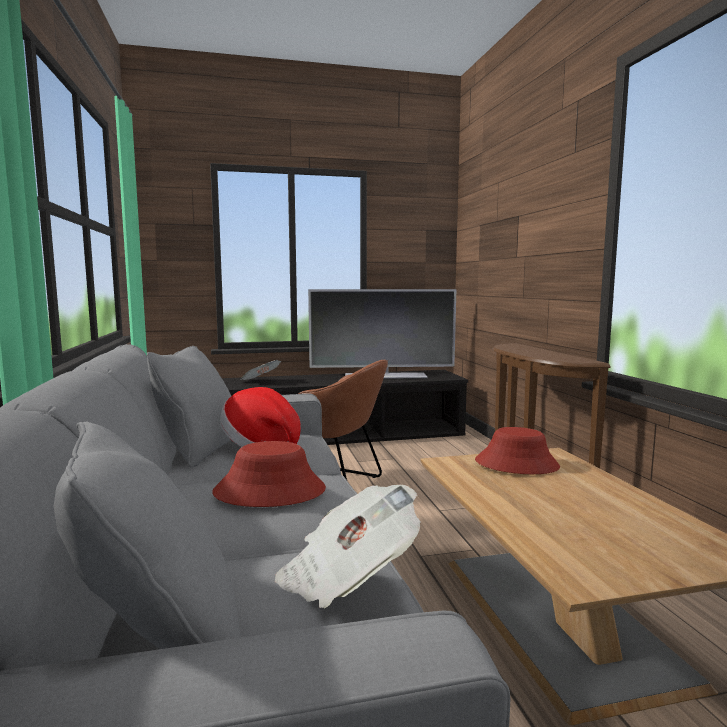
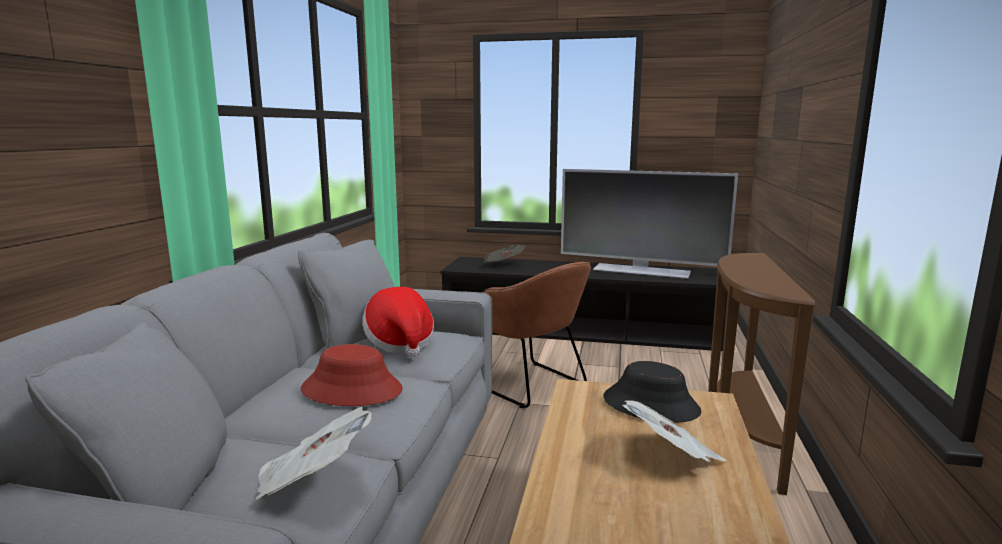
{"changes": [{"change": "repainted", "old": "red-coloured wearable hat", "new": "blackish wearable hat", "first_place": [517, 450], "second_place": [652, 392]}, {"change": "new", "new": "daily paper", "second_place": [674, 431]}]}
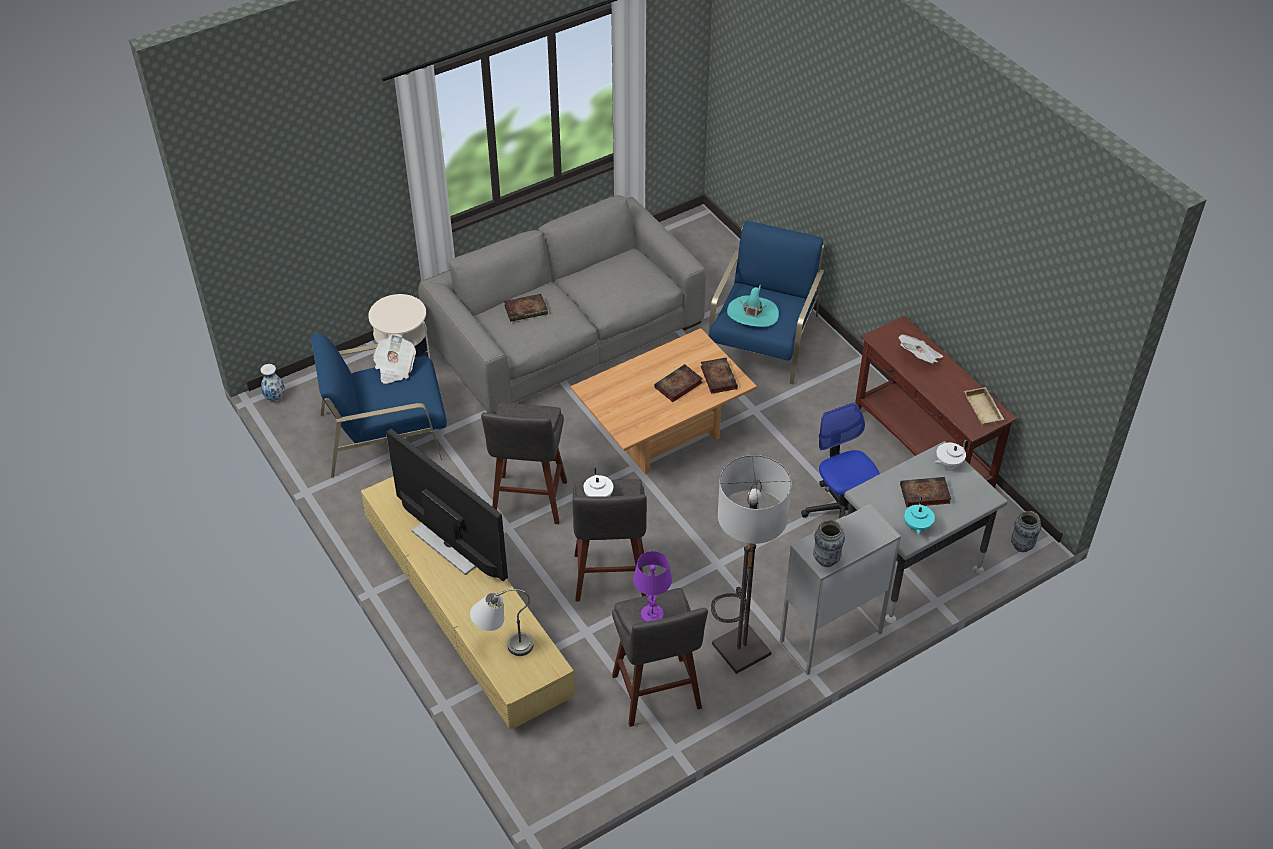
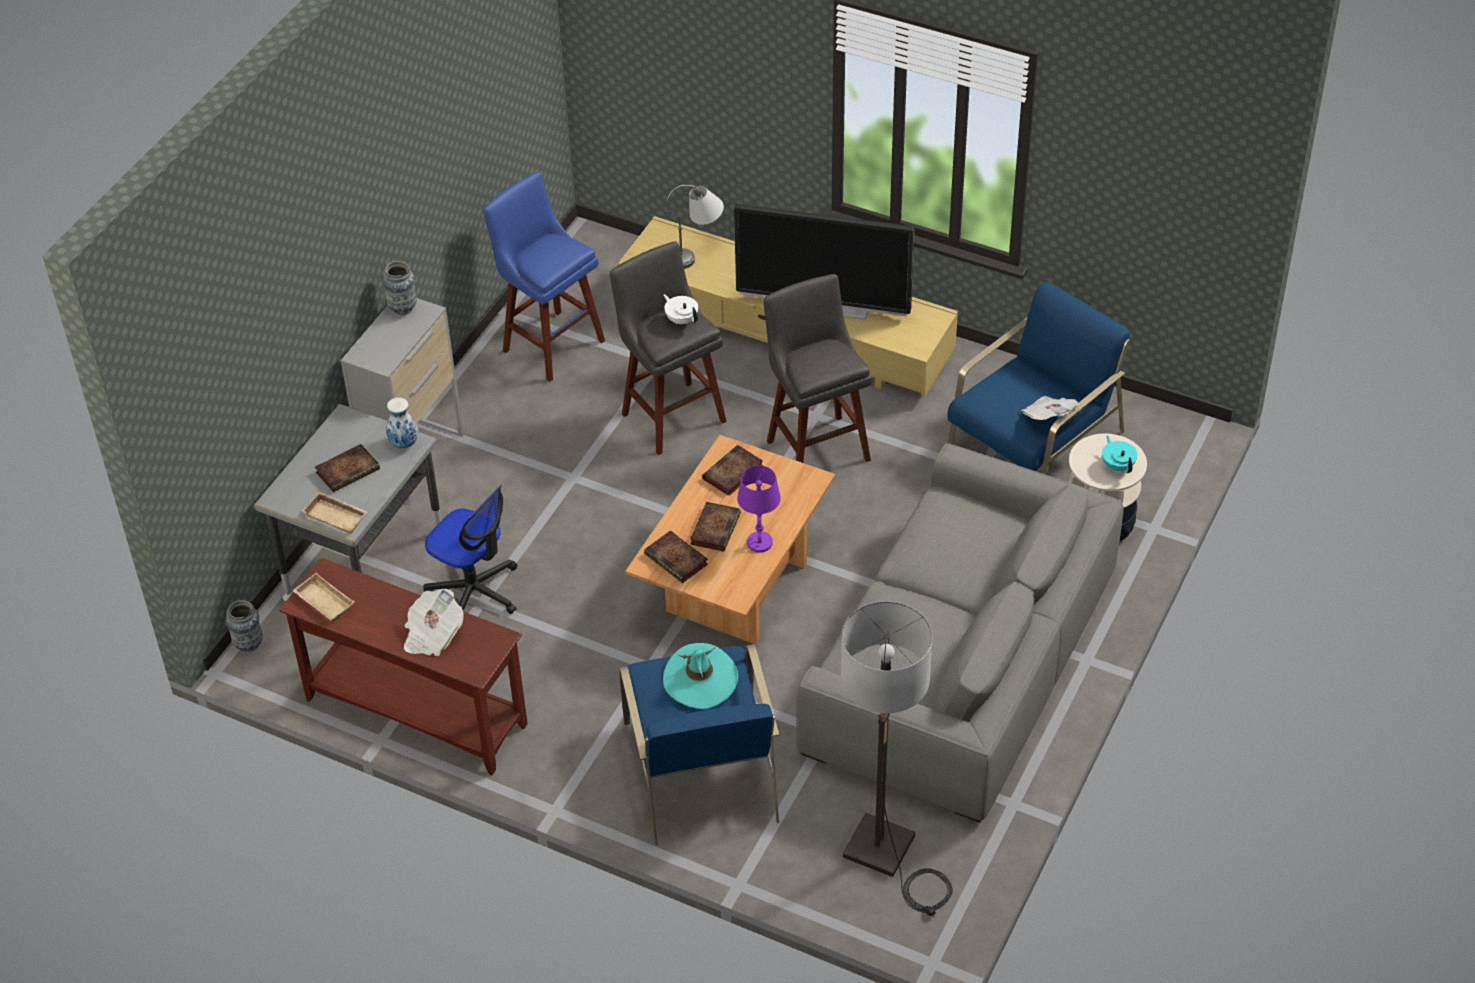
{"changes": [{"change": "shifted", "old": "flower vase", "first_place": [272, 382], "second_place": [402, 423]}, {"change": "shifted", "old": "book", "first_place": [526, 308], "second_place": [732, 470]}, {"change": "repainted", "old": "greyish sitting stool", "new": "blue sitting stool", "first_place": [660, 657], "second_place": [544, 277]}, {"change": "shifted", "old": "purple lamp for a table", "first_place": [652, 586], "second_place": [759, 508]}, {"change": "shifted", "old": "standing lamp", "first_place": [751, 564], "second_place": [897, 759]}, {"change": "shifted", "old": "turquoise-coloured teapot", "first_place": [919, 516], "second_place": [1119, 454]}, {"change": "swapped", "old": "whitish teapot", "new": "sand-coloured carrying tray", "first_place": [950, 454], "second_place": [335, 513]}]}
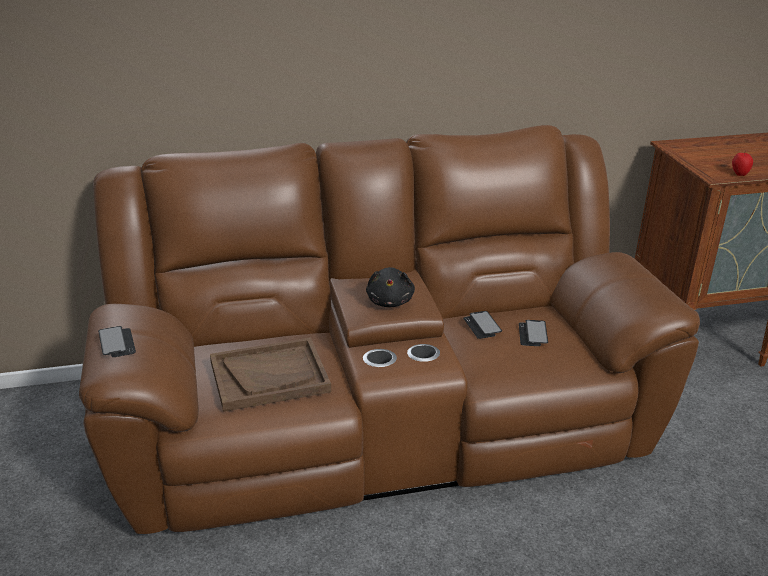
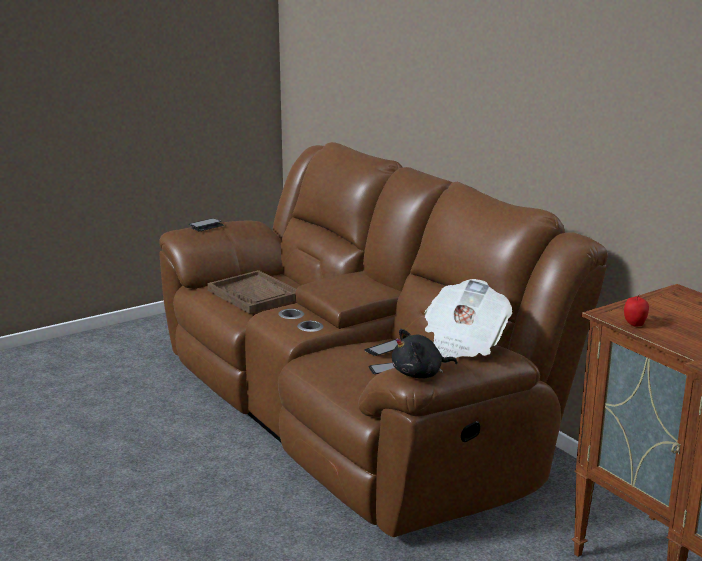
{"changes": [{"change": "shifted", "old": "blackish soft toy", "first_place": [390, 287], "second_place": [425, 354]}, {"change": "new", "new": "daily paper", "second_place": [468, 318]}]}
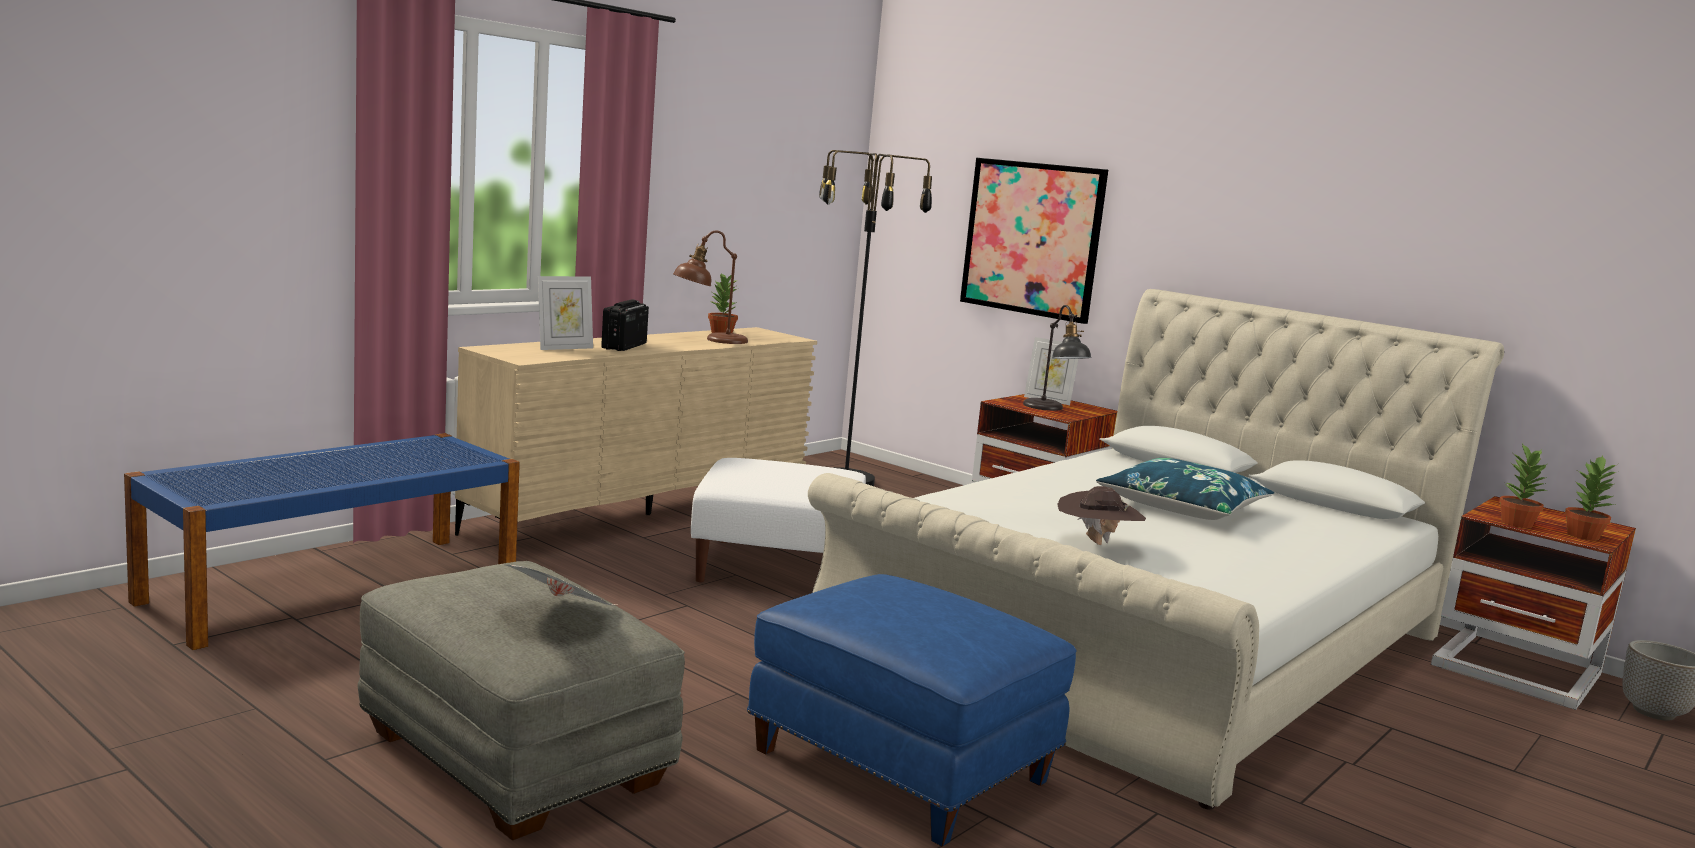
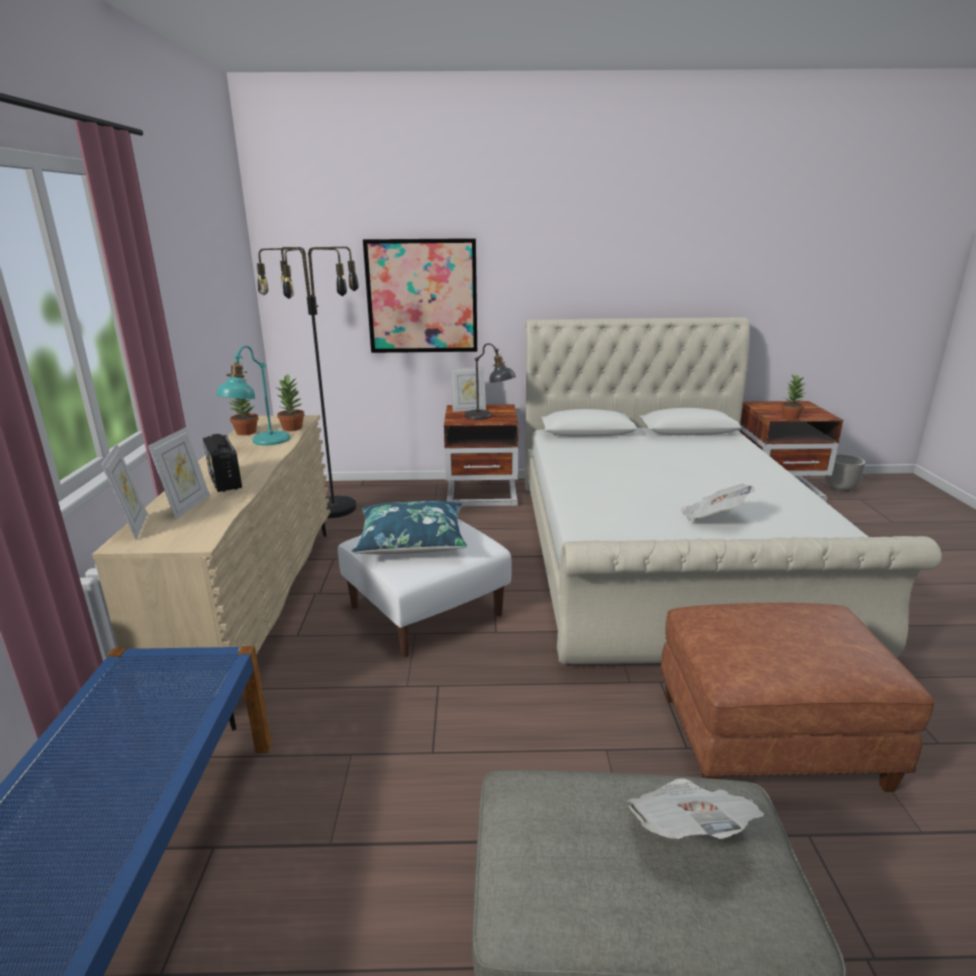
{"changes": [{"change": "repainted", "old": "brown-coloured lamp for a table", "new": "turquoise-coloured lamp for a table", "first_place": [710, 287], "second_place": [253, 395]}, {"change": "repainted", "old": "blue footrest", "new": "brown-coloured footrest", "first_place": [911, 710], "second_place": [797, 697]}, {"change": "swapped", "old": "brown-coloured wearable hat", "new": "daily paper", "first_place": [1101, 515], "second_place": [717, 502]}, {"change": "shifted", "old": "blue pillow", "first_place": [1185, 489], "second_place": [409, 527]}, {"change": "shifted", "old": "plant in a pot", "first_place": [1591, 498], "second_place": [290, 402]}, {"change": "new", "new": "photo frame", "second_place": [124, 491]}]}
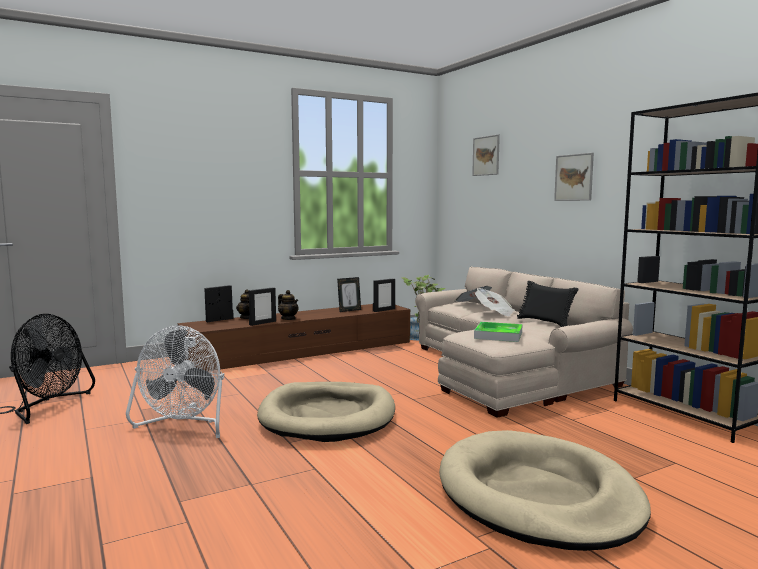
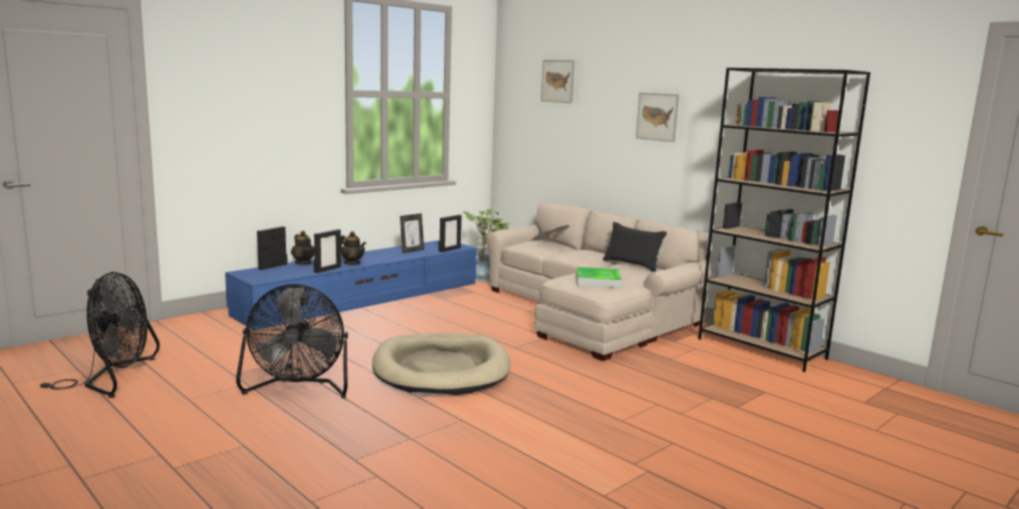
{"changes": [{"change": "repainted", "old": "whitish electric fan", "new": "blackish electric fan", "first_place": [175, 381], "second_place": [292, 341]}, {"change": "repainted", "old": "brown-coloured tv stand", "new": "blue tv stand", "first_place": [294, 337], "second_place": [351, 285]}, {"change": "gone", "old": "sand-coloured dog bed", "first_place": [545, 490]}, {"change": "gone", "old": "daily paper", "first_place": [495, 302]}]}
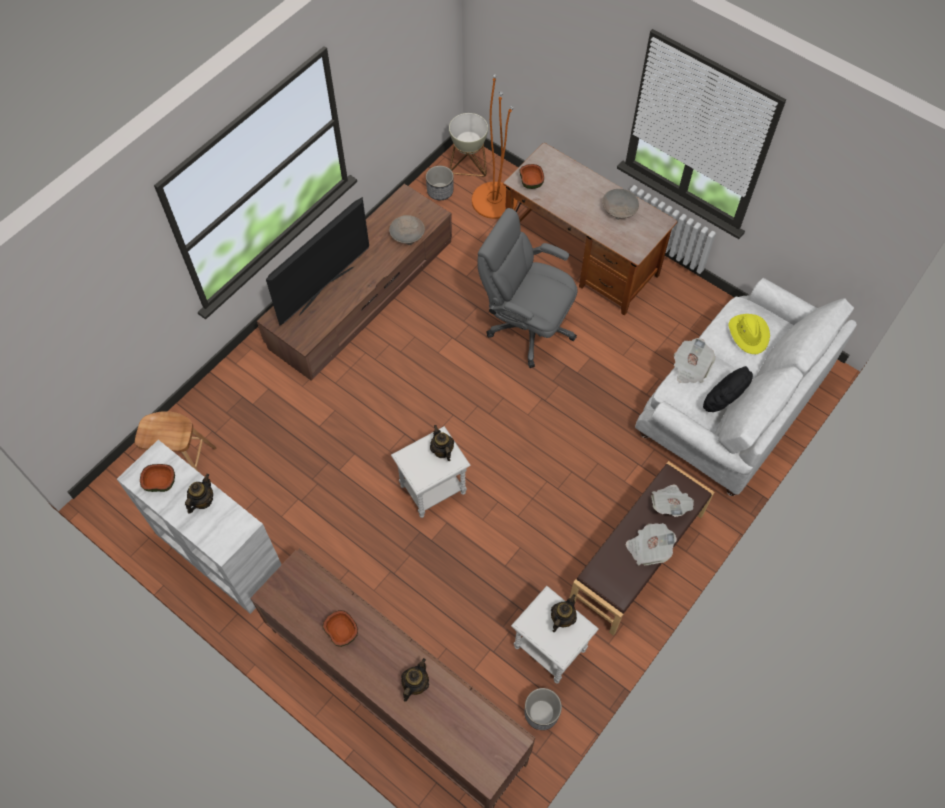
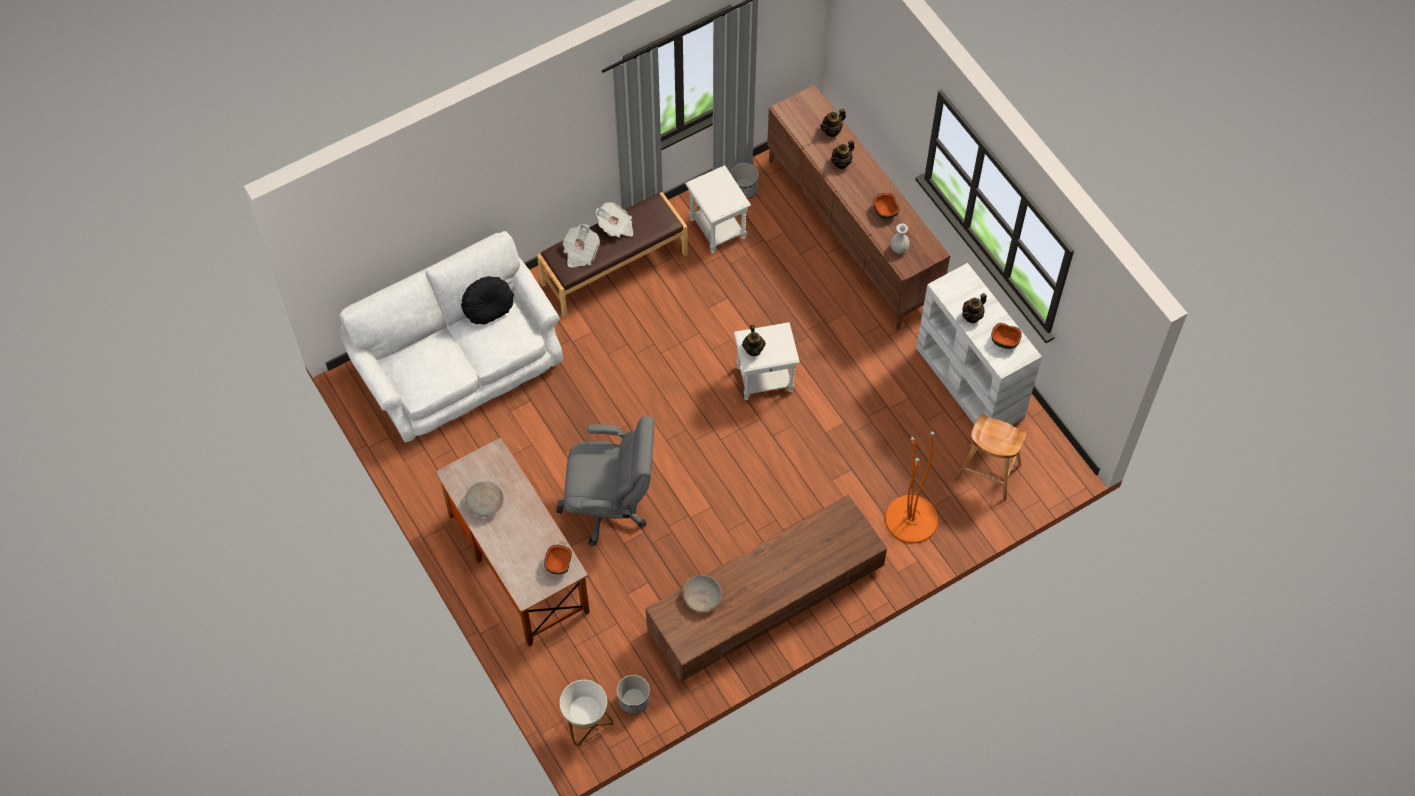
{"changes": [{"change": "gone", "old": "TV set", "first_place": [317, 261]}, {"change": "shifted", "old": "orange standing lamp", "first_place": [495, 146], "second_place": [911, 487]}, {"change": "rotated", "old": "greyish office chair", "first_place": [528, 288], "second_place": [605, 481], "degrees": -45}, {"change": "shifted", "old": "teapot", "first_place": [564, 613], "second_place": [833, 123]}, {"change": "gone", "old": "daily paper", "first_place": [694, 360]}, {"change": "gone", "old": "yellowish wearable hat", "first_place": [749, 334]}, {"change": "new", "new": "whitish flower vase", "second_place": [899, 238]}]}
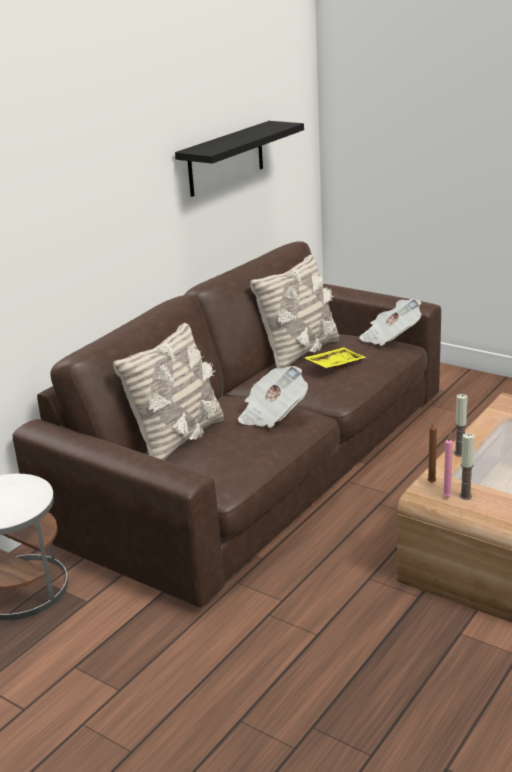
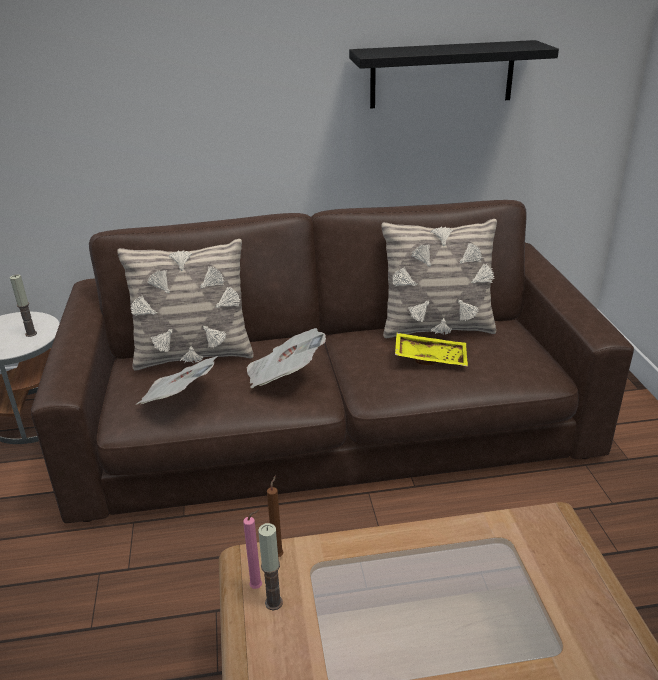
{"changes": [{"change": "shifted", "old": "daily paper", "first_place": [390, 322], "second_place": [177, 380]}, {"change": "shifted", "old": "candle", "first_place": [461, 425], "second_place": [23, 306]}]}
